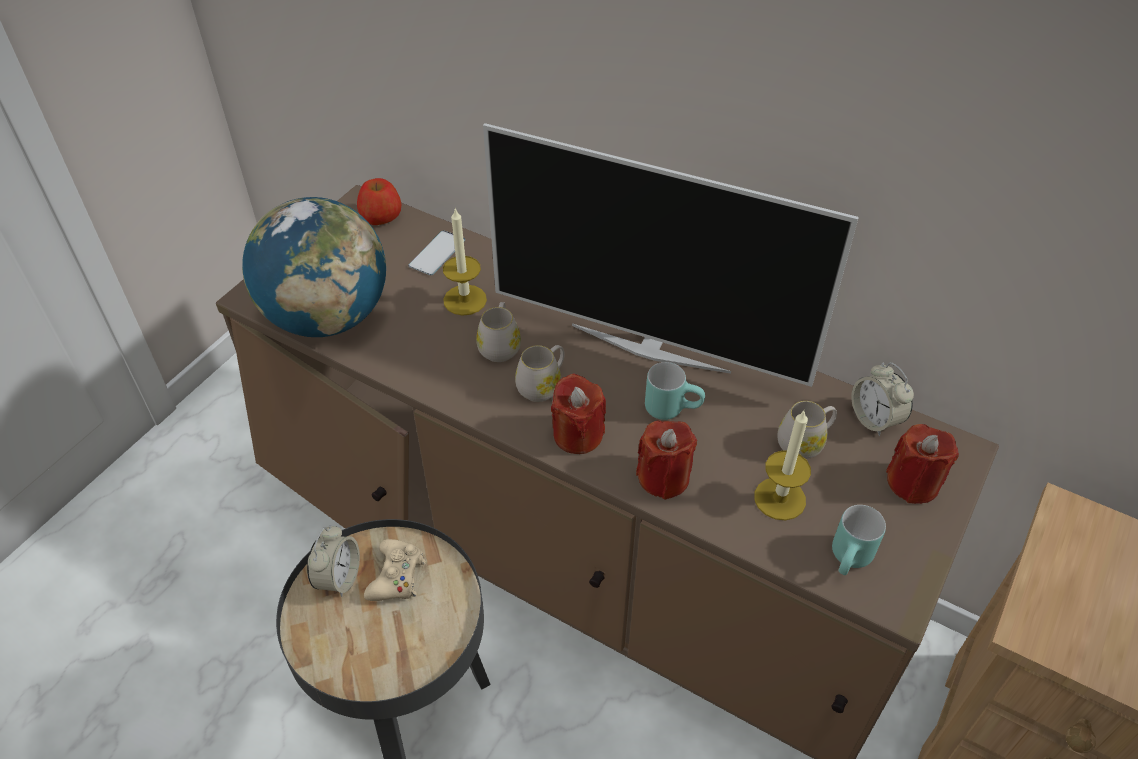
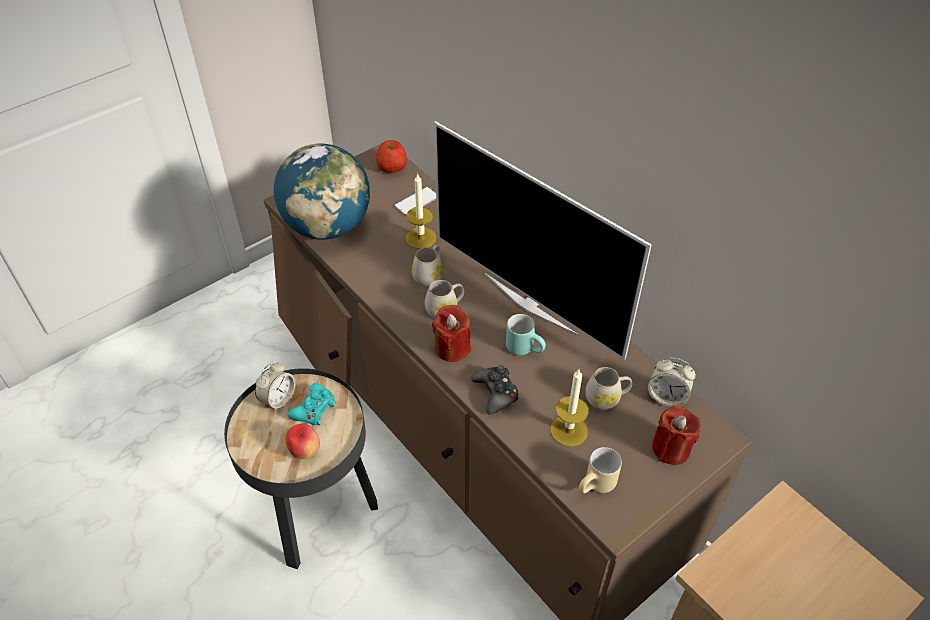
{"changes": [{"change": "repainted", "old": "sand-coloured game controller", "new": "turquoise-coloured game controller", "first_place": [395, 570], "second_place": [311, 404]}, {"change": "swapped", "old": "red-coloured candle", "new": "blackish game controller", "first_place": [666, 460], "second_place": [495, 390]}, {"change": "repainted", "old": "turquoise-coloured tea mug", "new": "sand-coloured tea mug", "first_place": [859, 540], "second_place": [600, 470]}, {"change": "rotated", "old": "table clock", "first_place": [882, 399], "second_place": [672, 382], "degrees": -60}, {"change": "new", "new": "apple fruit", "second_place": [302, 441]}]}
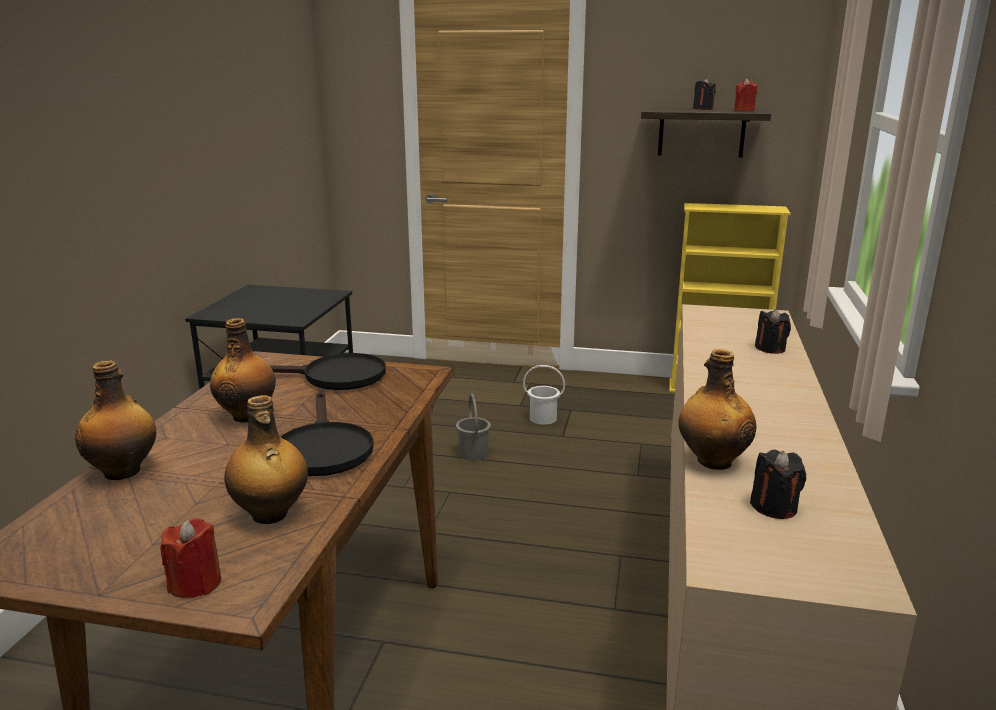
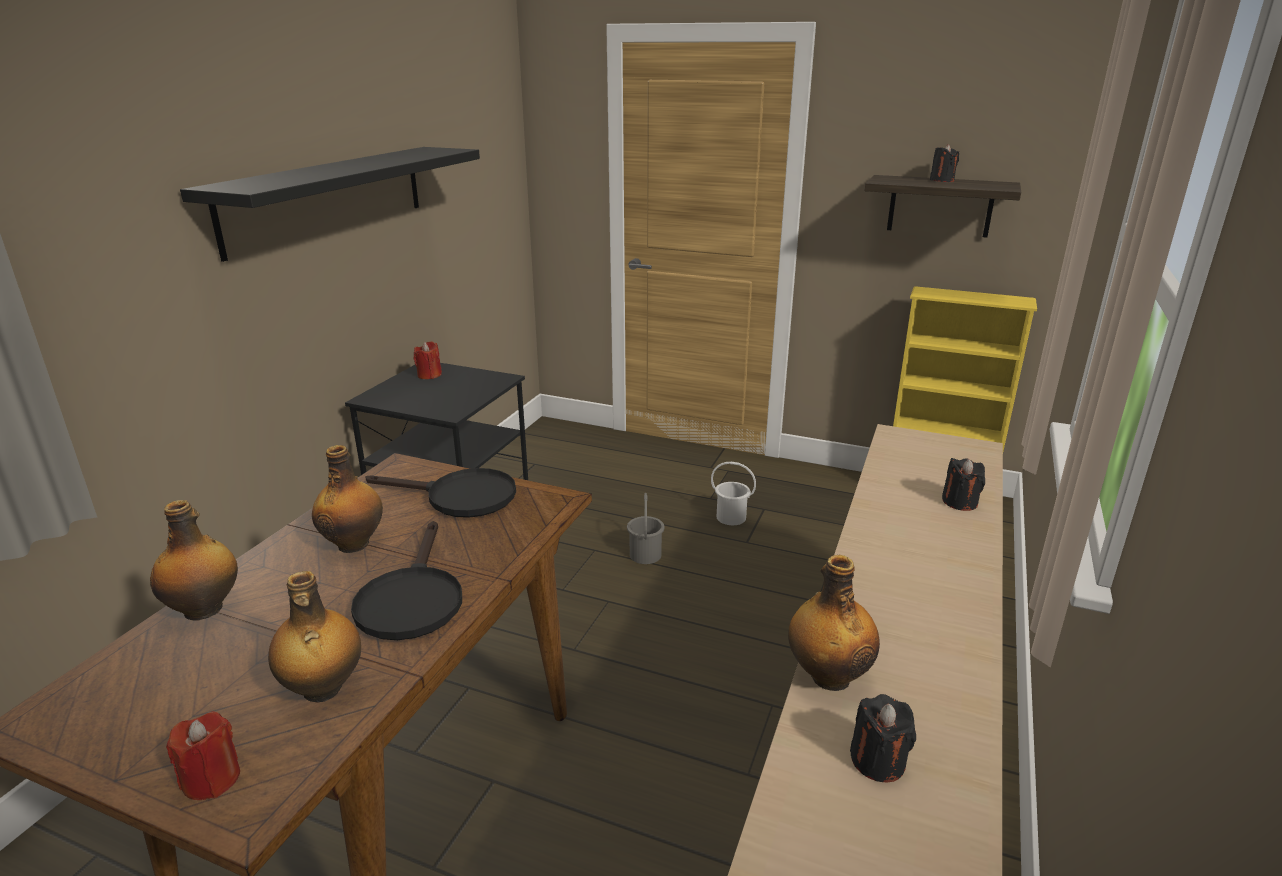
{"changes": [{"change": "shifted", "old": "red-coloured candle", "first_place": [745, 95], "second_place": [428, 360]}, {"change": "new", "new": "blackish wall shelf", "second_place": [330, 204]}]}
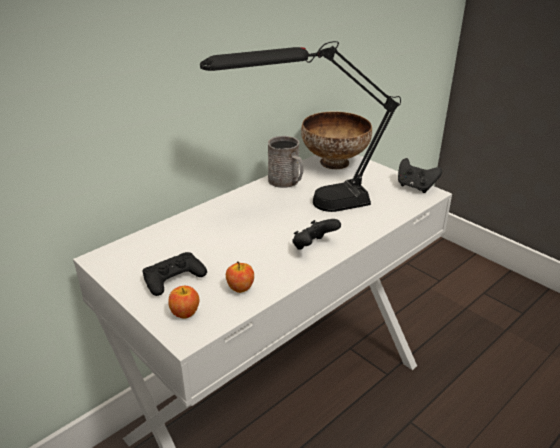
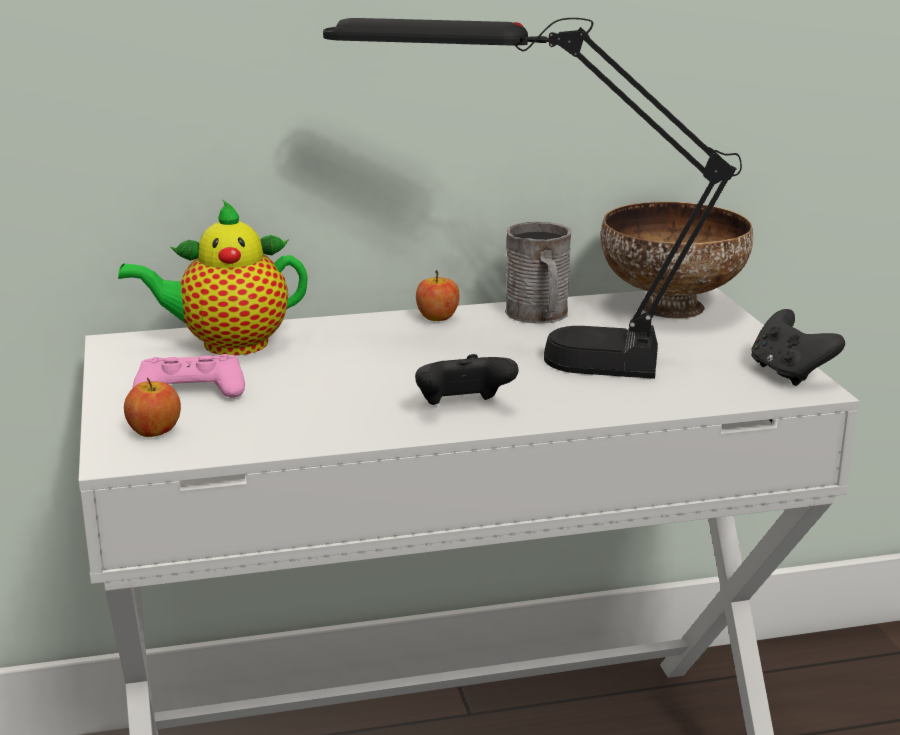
{"changes": [{"change": "repainted", "old": "blackish game controller", "new": "pinkish game controller", "first_place": [174, 274], "second_place": [188, 376]}, {"change": "shifted", "old": "apple fruit", "first_place": [240, 277], "second_place": [437, 295]}, {"change": "new", "new": "teapot", "second_place": [213, 277]}]}
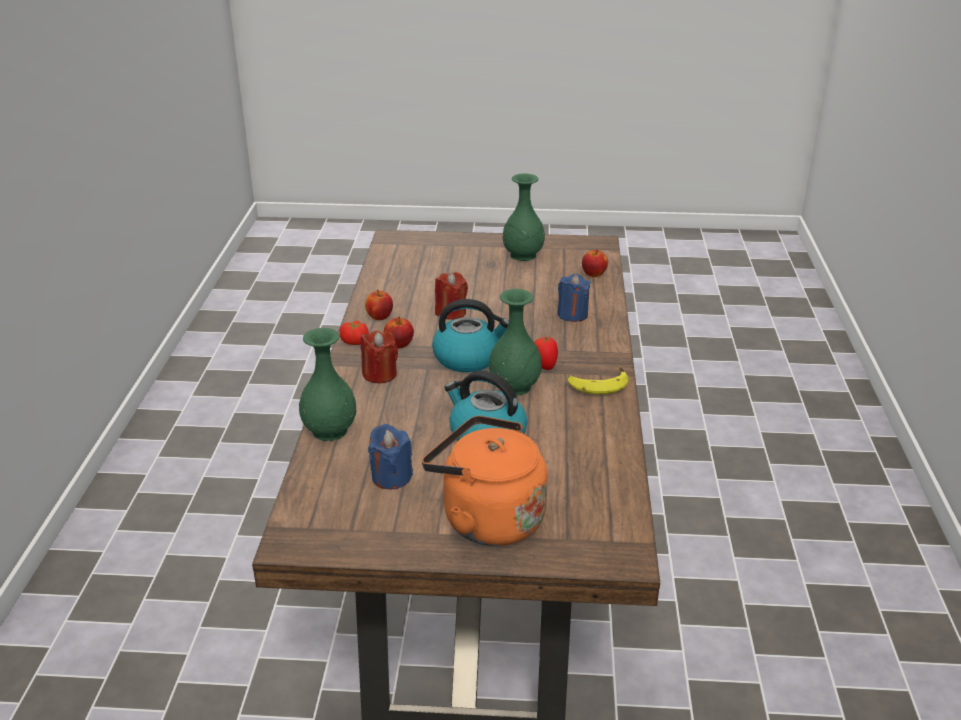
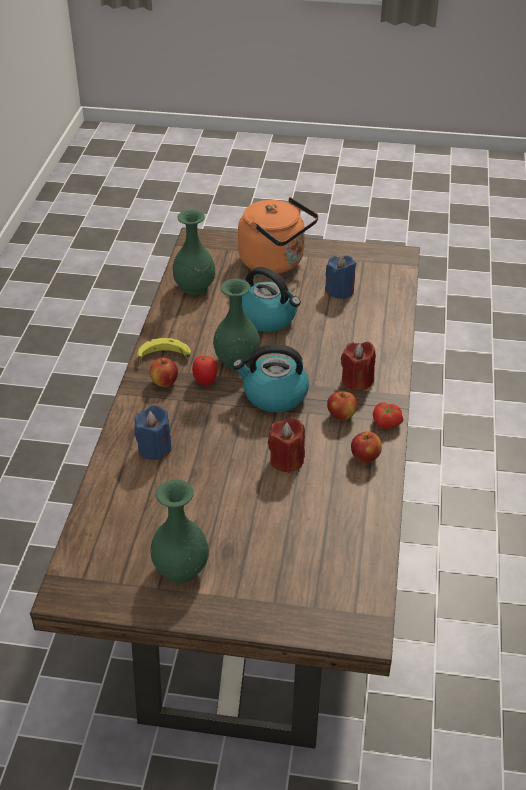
{"changes": [{"change": "shifted", "old": "green-coloured flower vase", "first_place": [327, 384], "second_place": [194, 252]}, {"change": "shifted", "old": "apple fruit", "first_place": [595, 263], "second_place": [164, 372]}]}
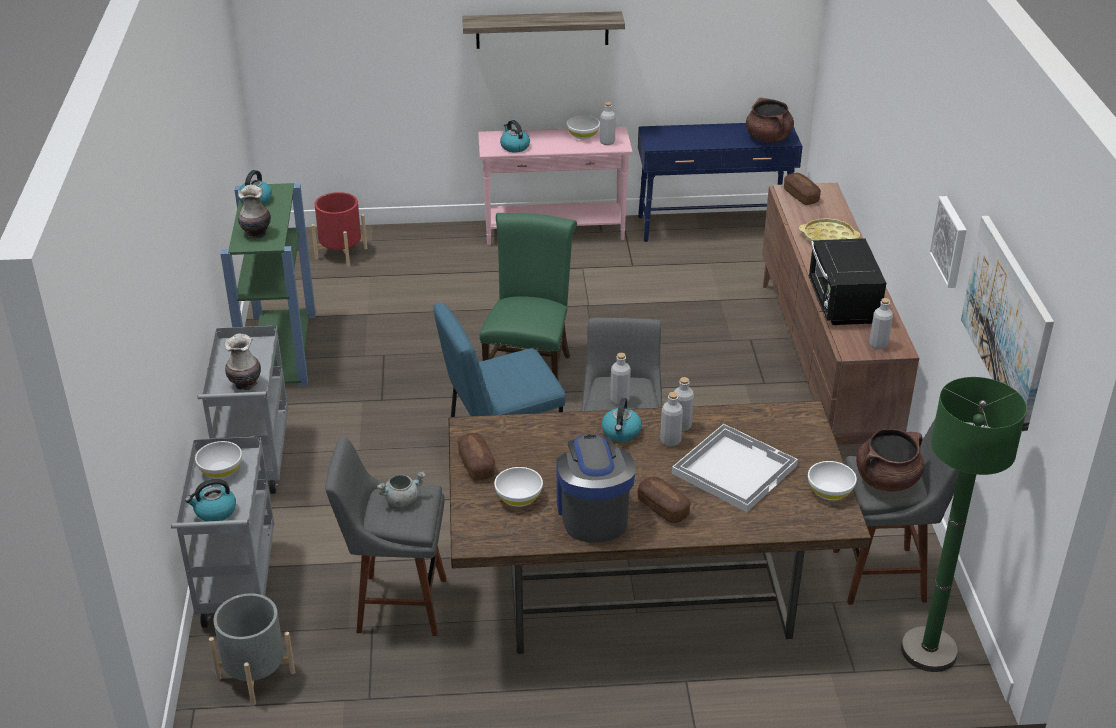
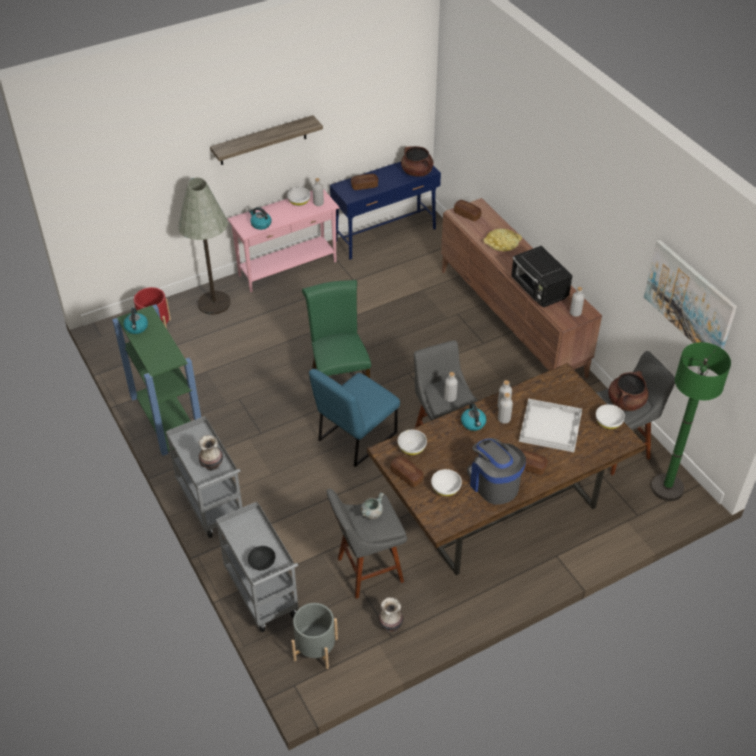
{"changes": [{"change": "swapped", "old": "water kettle", "new": "blackish bowl", "first_place": [210, 500], "second_place": [262, 558]}, {"change": "shifted", "old": "whitish bowl", "first_place": [218, 459], "second_place": [412, 442]}, {"change": "shifted", "old": "flower vase", "first_place": [254, 211], "second_place": [391, 614]}, {"change": "gone", "old": "wall art", "first_place": [948, 242]}, {"change": "new", "new": "greyish standing lamp", "second_place": [204, 246]}, {"change": "new", "new": "baked bread", "second_place": [364, 182]}]}
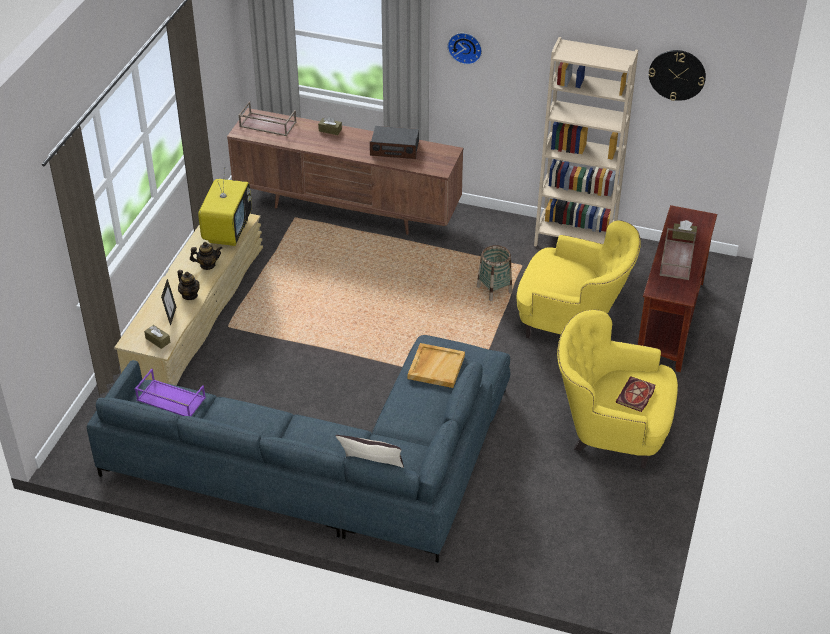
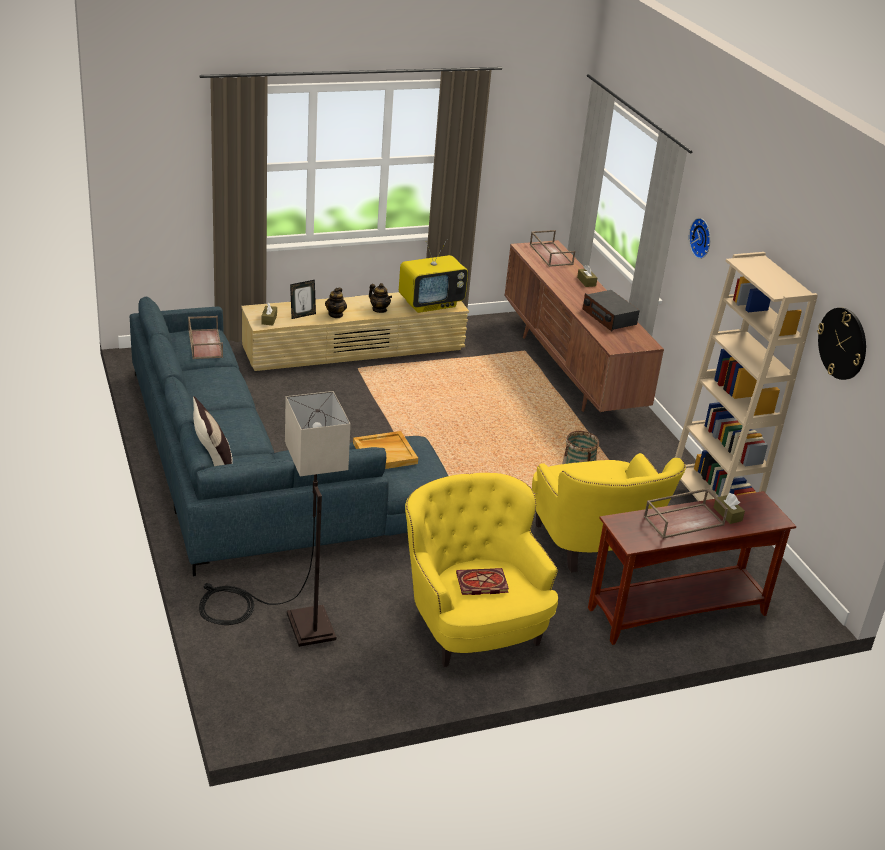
{"changes": [{"change": "repainted", "old": "purple carrying tray", "new": "brown-coloured carrying tray", "first_place": [170, 392], "second_place": [205, 337]}, {"change": "new", "new": "standing lamp", "second_place": [275, 519]}]}
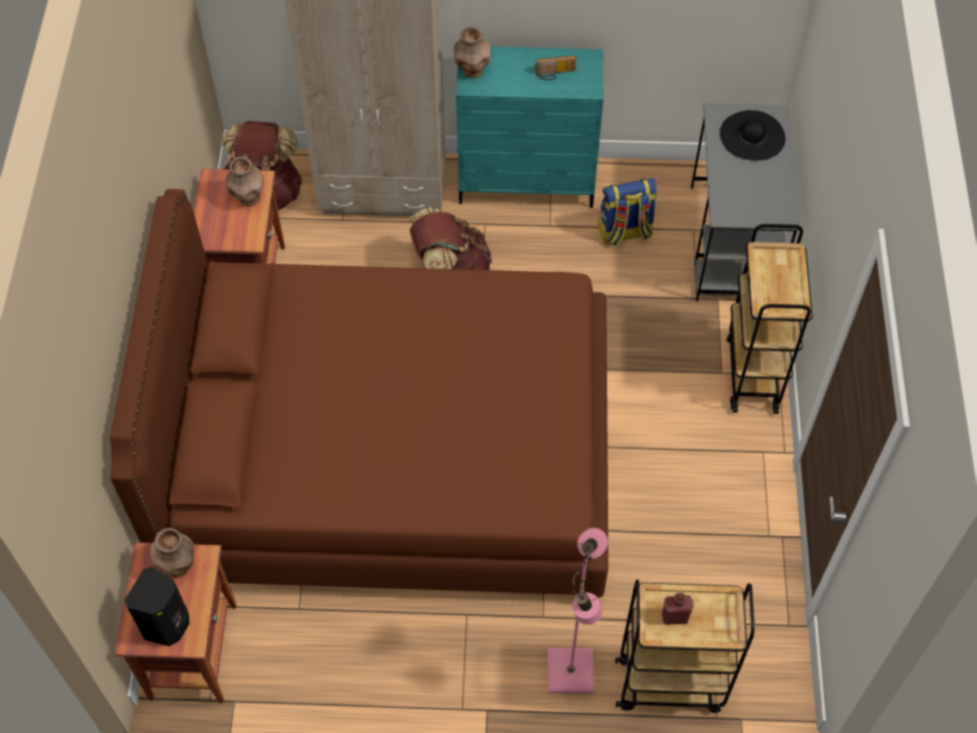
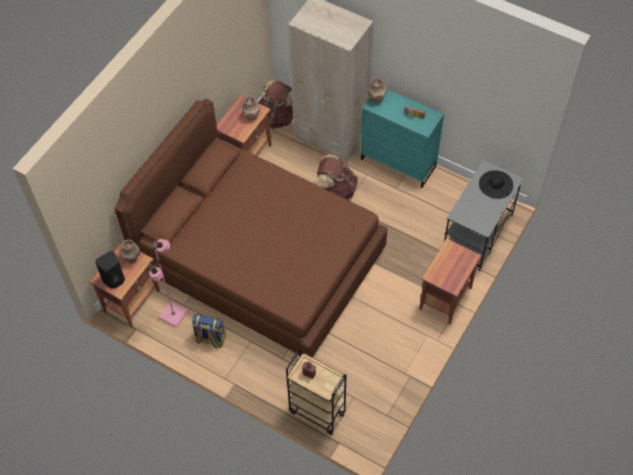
{"changes": [{"change": "shifted", "old": "pinkish standing lamp", "first_place": [578, 610], "second_place": [168, 283]}, {"change": "shifted", "old": "knapsack", "first_place": [627, 212], "second_place": [209, 331]}, {"change": "swapped", "old": "brown-coloured wheeled cart", "new": "nightstand", "first_place": [770, 319], "second_place": [450, 281]}]}
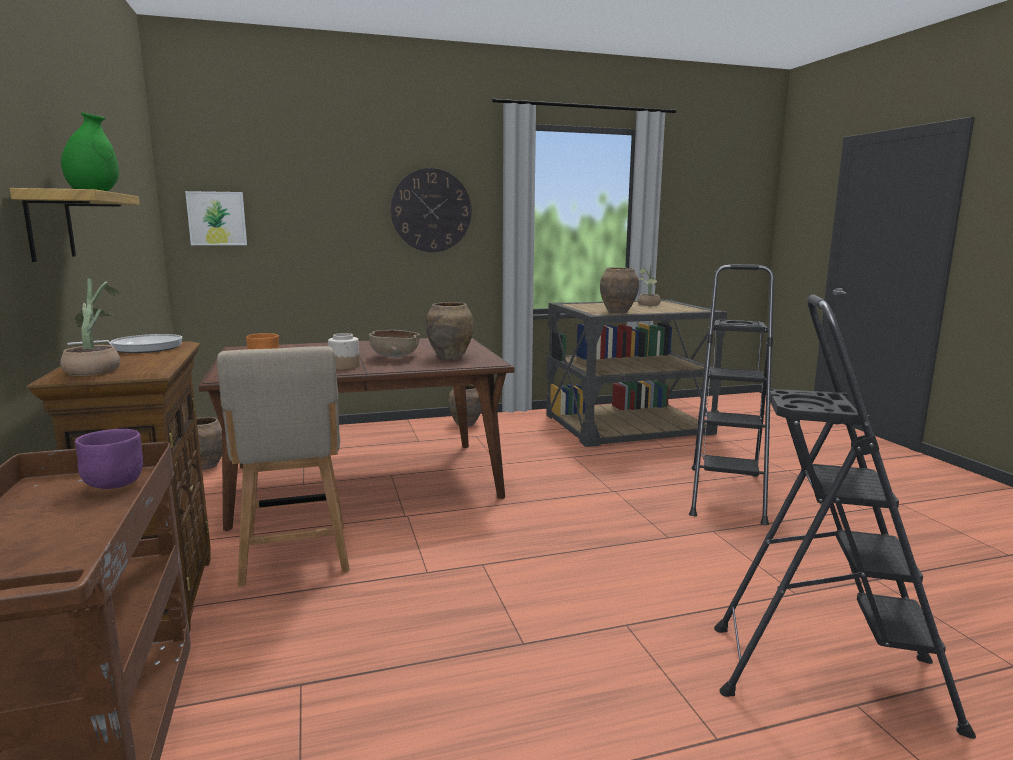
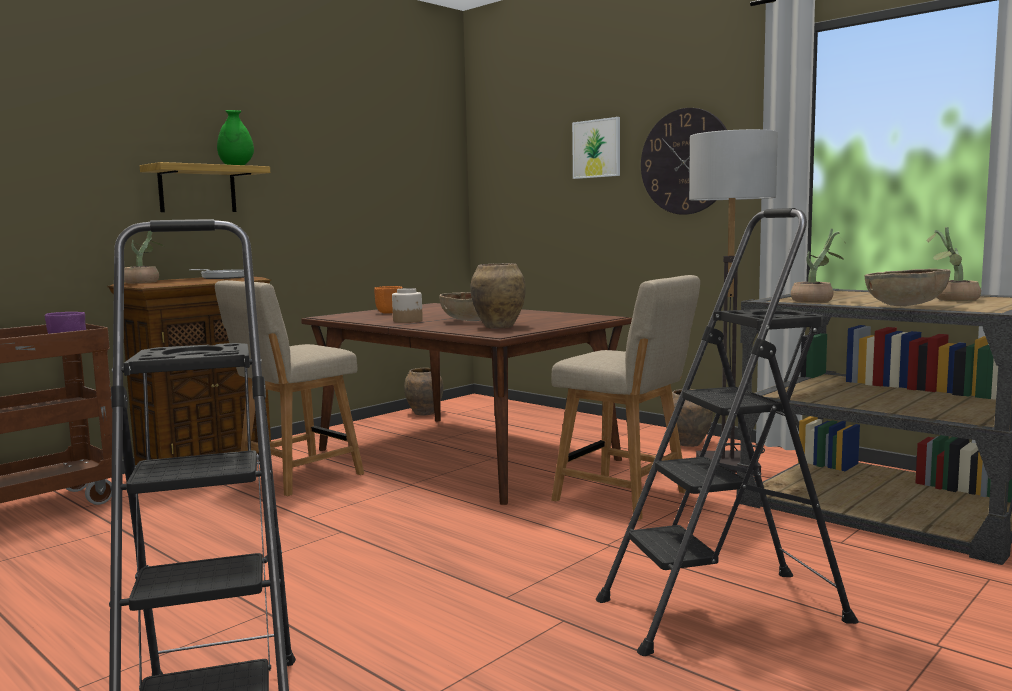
{"changes": [{"change": "shifted", "old": "wall art", "first_place": [216, 218], "second_place": [596, 148]}, {"change": "swapped", "old": "brown-coloured flower vase", "new": "plant in a pot", "first_place": [619, 290], "second_place": [818, 266]}, {"change": "new", "new": "sand-coloured plain chair", "second_place": [625, 398]}, {"change": "new", "new": "standing lamp", "second_place": [733, 301]}, {"change": "new", "new": "brown-coloured bowl", "second_place": [907, 287]}]}
